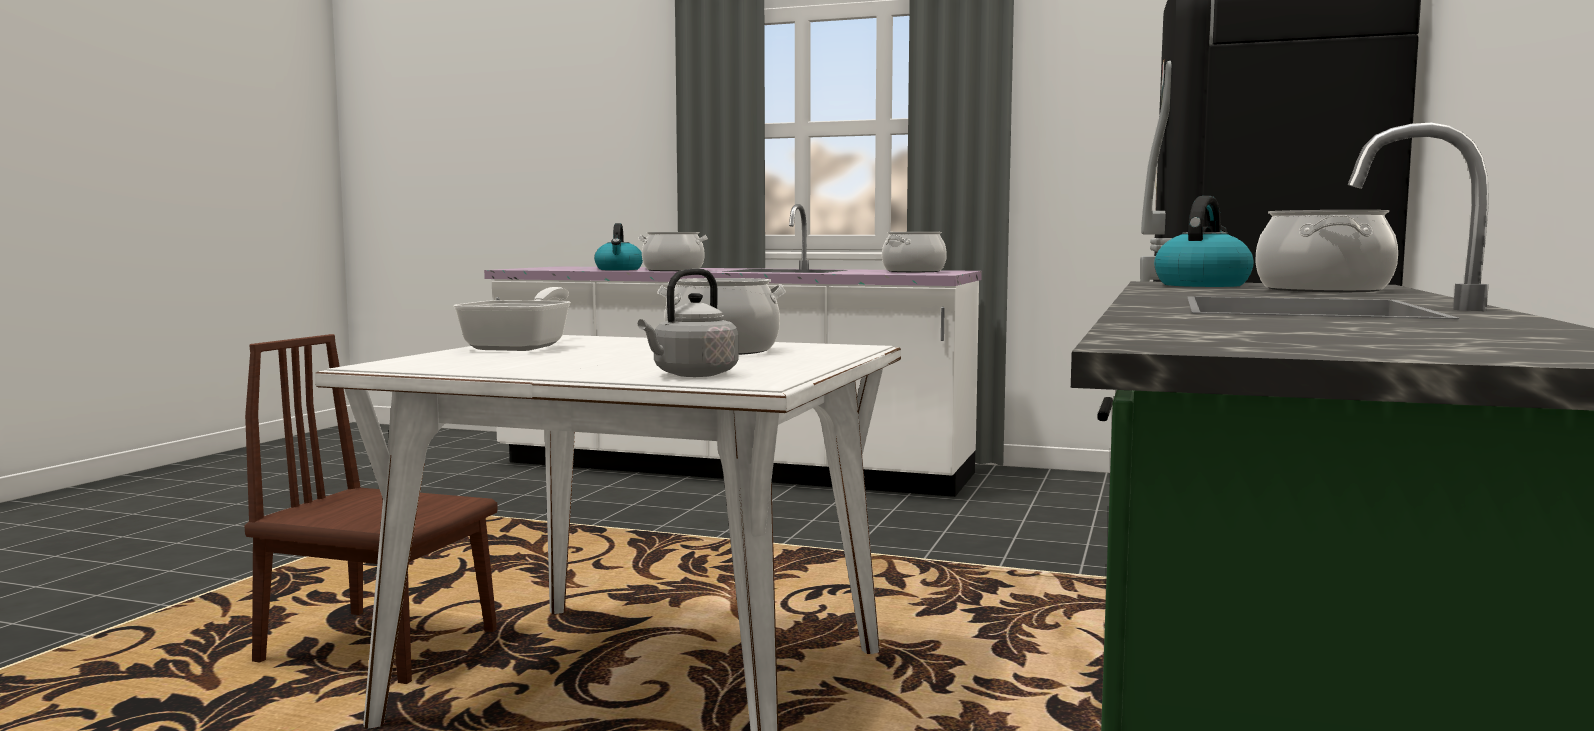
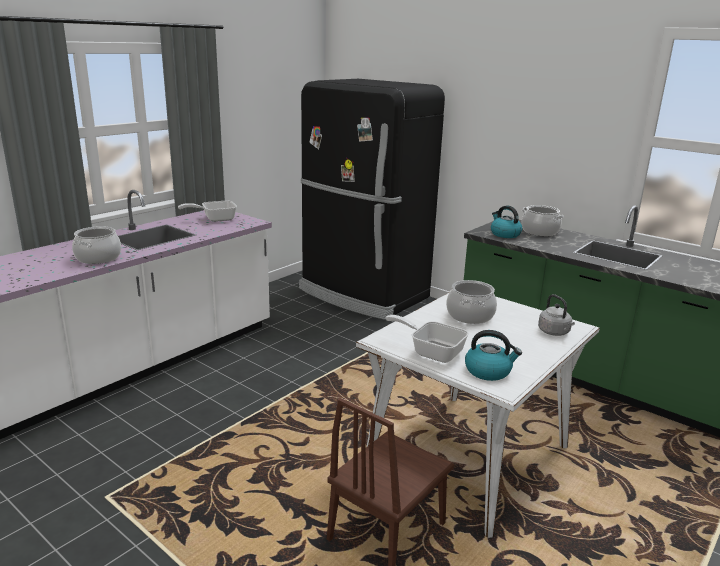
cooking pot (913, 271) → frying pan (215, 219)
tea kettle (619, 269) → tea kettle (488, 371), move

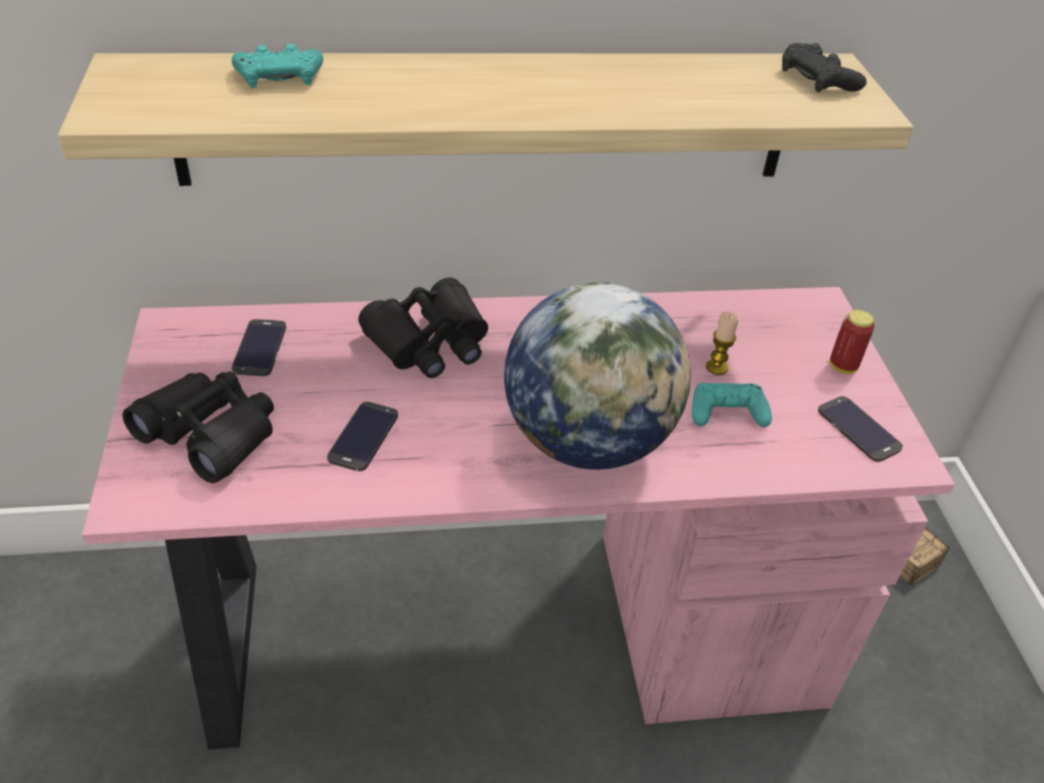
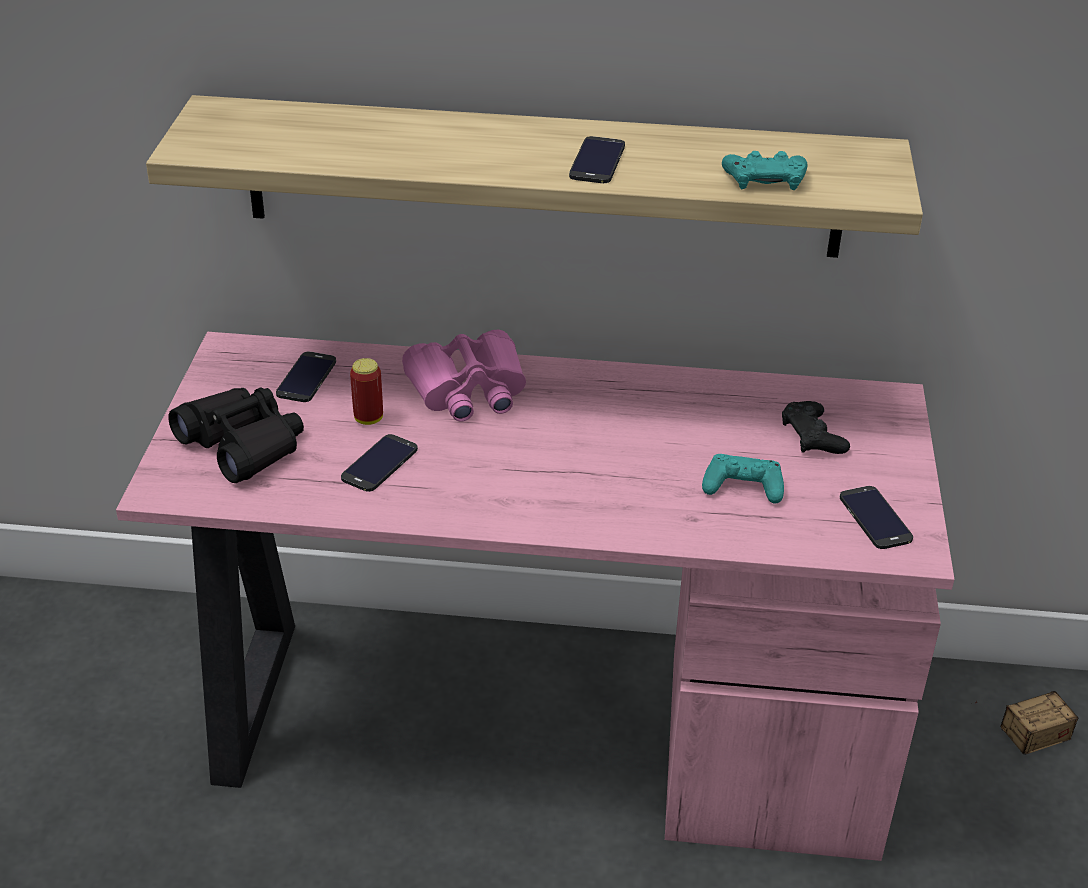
sealed can (842, 366) → sealed can (368, 418), move
pair of binoculars (black) (429, 342) → pair of binoculars (pink-coloured) (468, 390)
- → handset (597, 161)
joypad (turquoise) (279, 77) → joypad (turquoise) (765, 179), move
joypad (black) (818, 79) → joypad (black) (812, 436), move
desk globe (588, 441) → -
wax candle (716, 367) → -

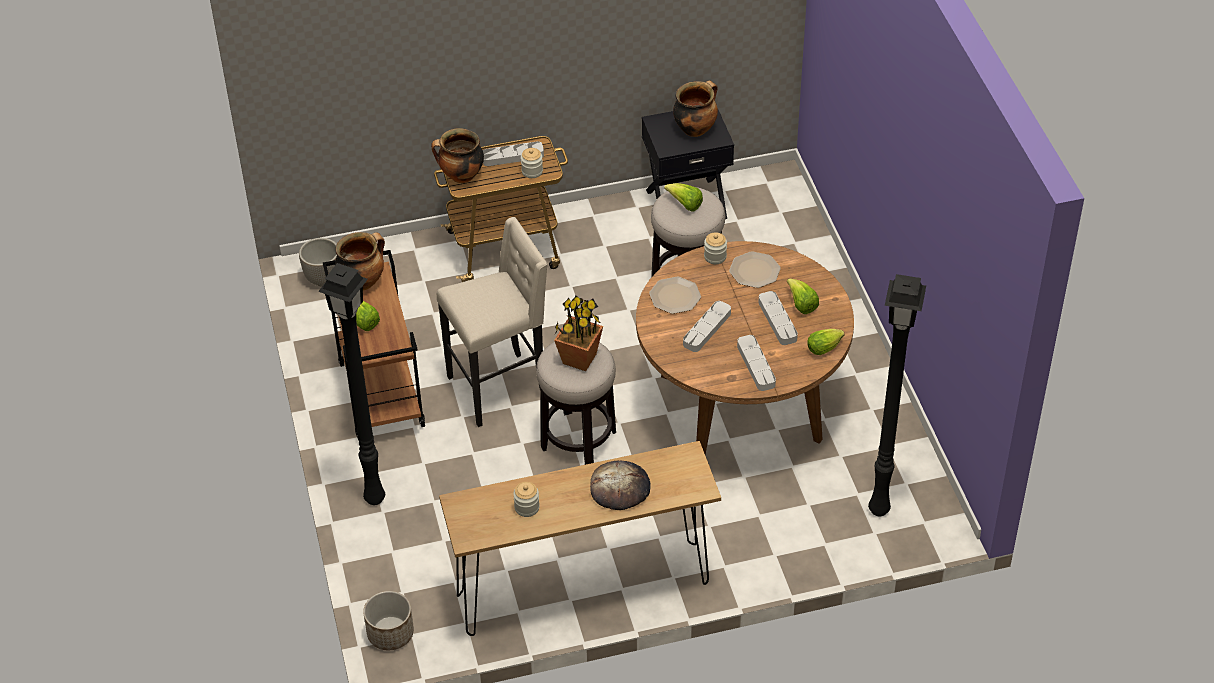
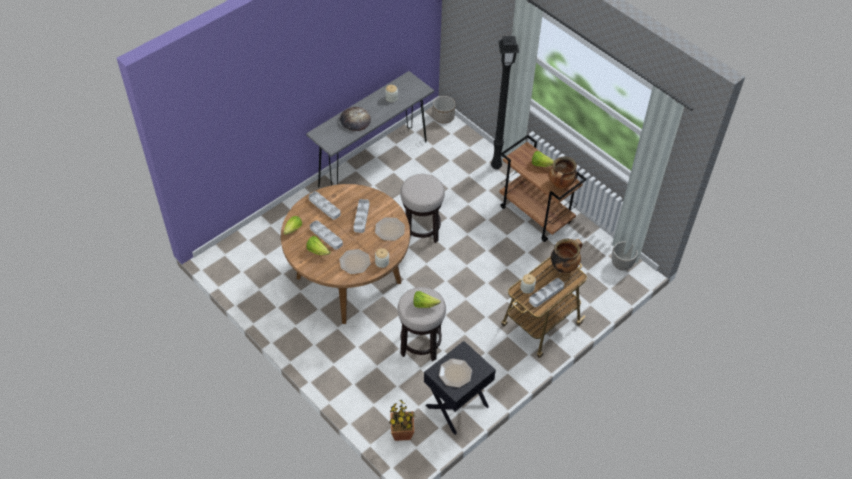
narrow table (brown-coloured) (583, 589) → narrow table (greyish) (373, 163)
potted plant (579, 359) → potted plant (402, 433), move
cooking pot (695, 129) → plate (455, 373)
stool (beige-coloured) (500, 387) → -
standing lamp (black) (880, 511) → -

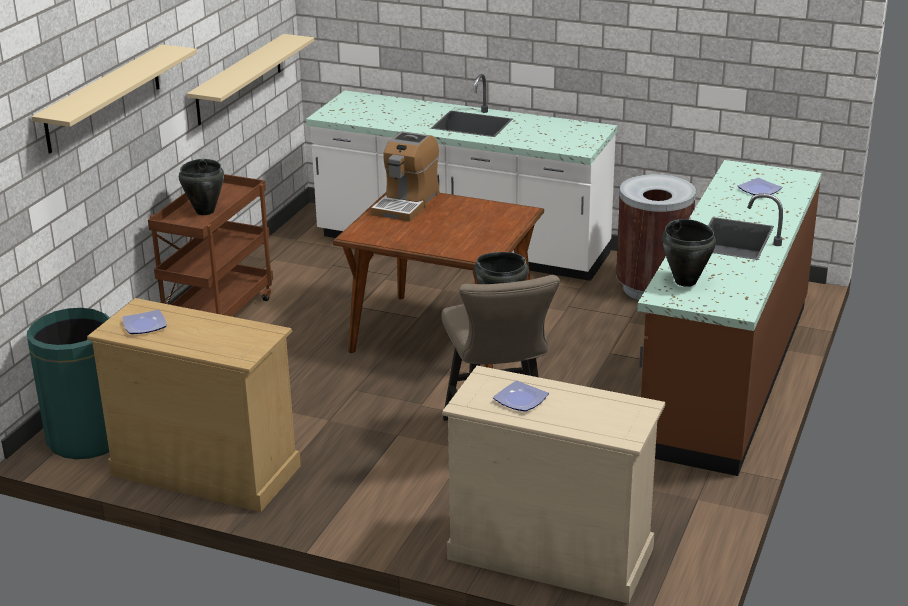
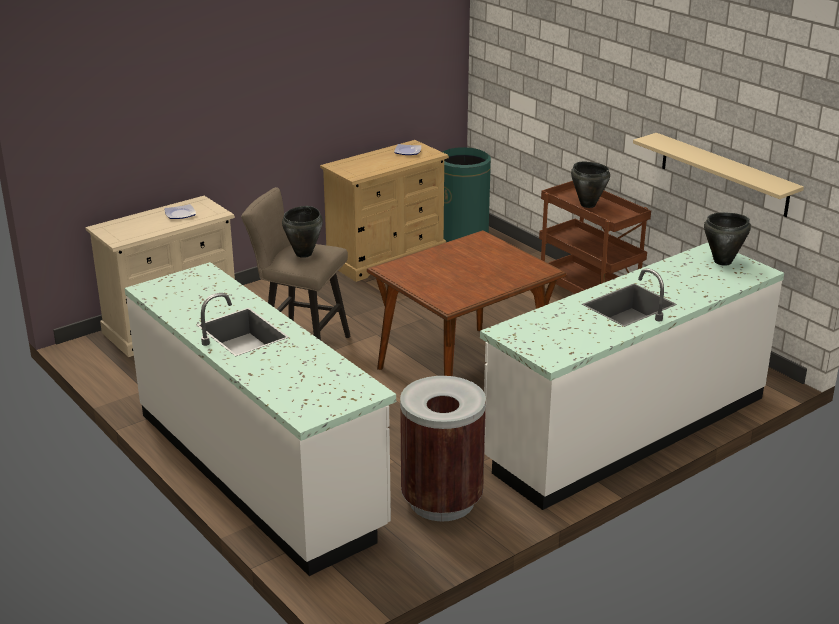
kitchen counter (brown-coloured) (725, 375) → kitchen counter (white-coloured) (260, 470)
cooking pot (black) (686, 281) → cooking pot (black) (723, 262), move
shelf (beige-coloured) (103, 98) → -
coffee machine (406, 203) → -
plate (760, 190) → -

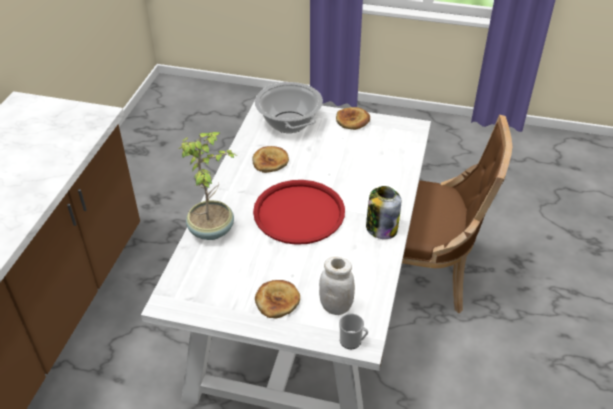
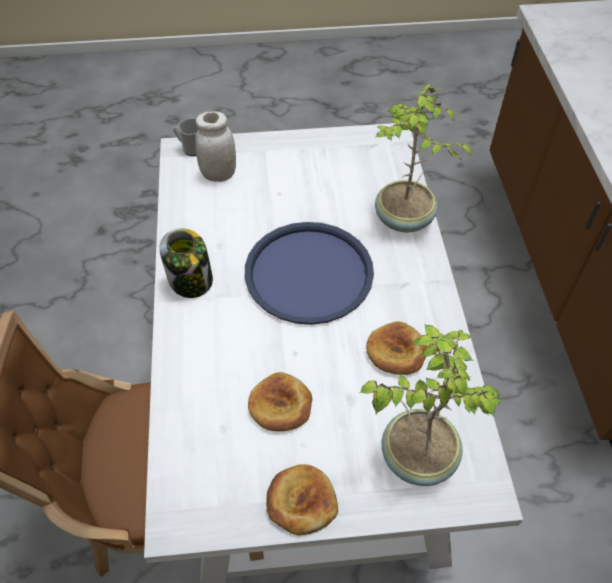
carrying tray (red) (299, 213) → carrying tray (blue) (309, 273)
baked bread (277, 300) → baked bread (280, 405), move
cooking pot (288, 122) → potted plant (417, 455)

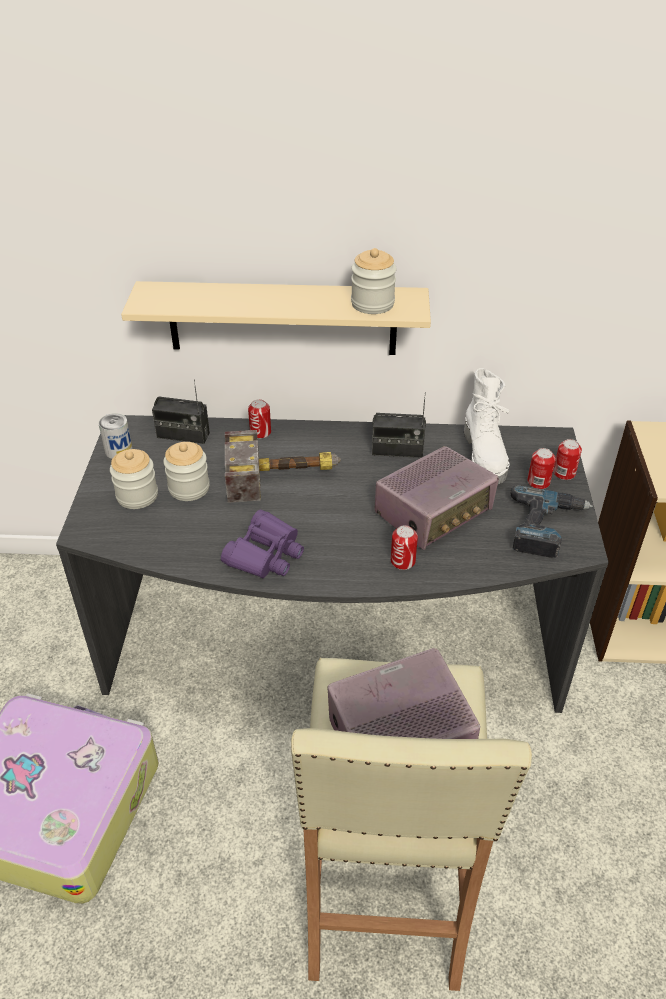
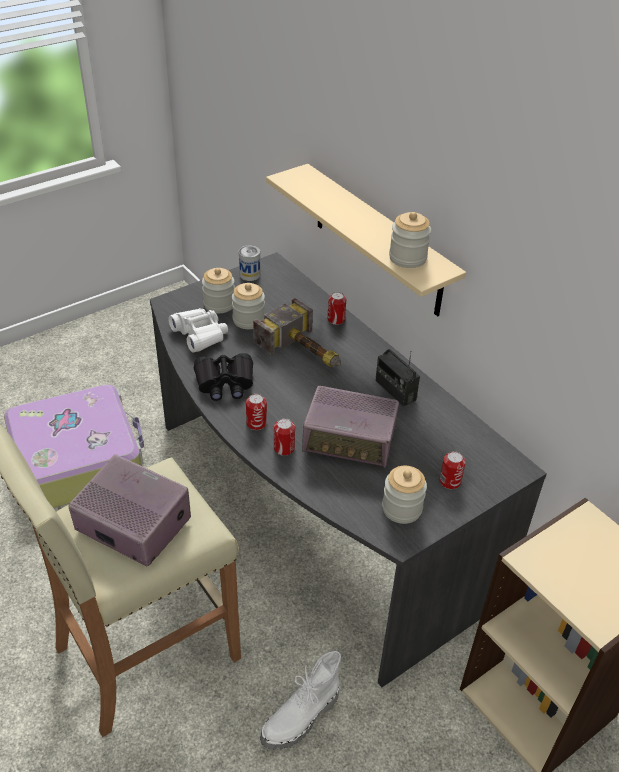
- → pair of binoculars (white-coloured) (200, 335)
pair of binoculars (purple) (265, 554) → pair of binoculars (black) (225, 383)
sealed can (564, 473) → sealed can (256, 423), move
high-top boot (white-coloured) (485, 456) → high-top boot (white-coloured) (301, 718), move
power drill (546, 527) → storage jar (402, 508)
radio set (183, 435) → -

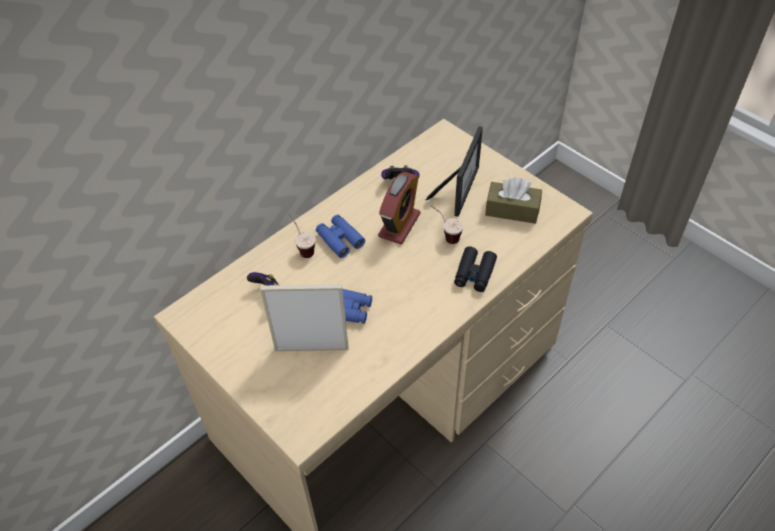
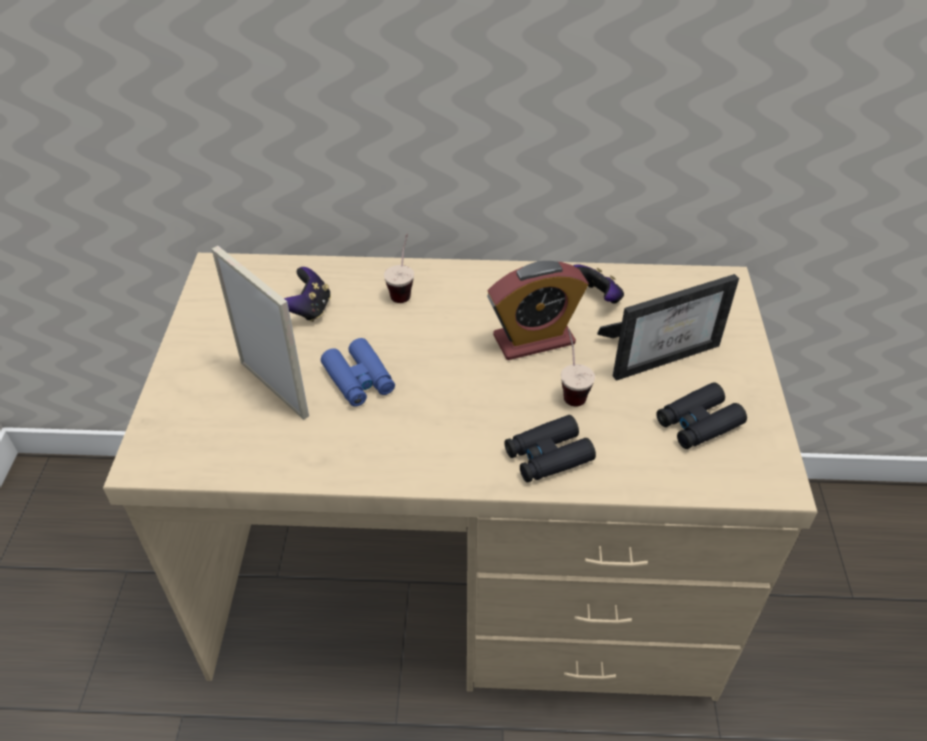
tissue box (brown-coloured) (512, 210) → pair of binoculars (black) (698, 423)
pair of binoculars (blue) (340, 239) → -

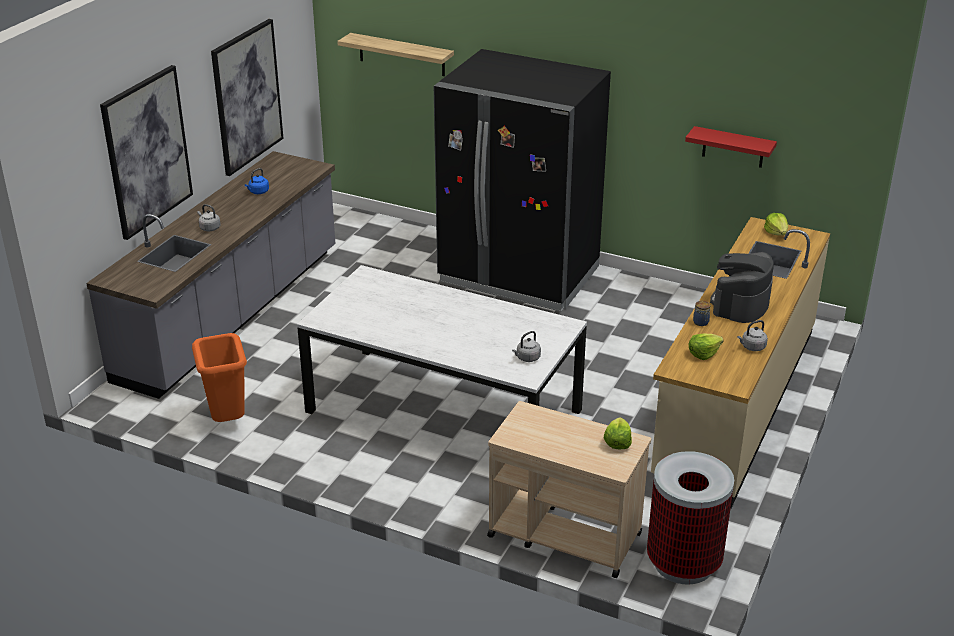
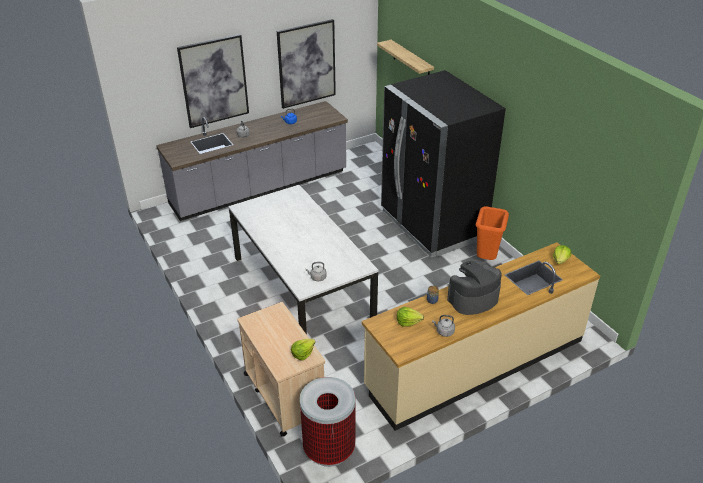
trash can (orangey) (228, 422) → trash can (orangey) (486, 259), move
shelf (red) (733, 147) → -

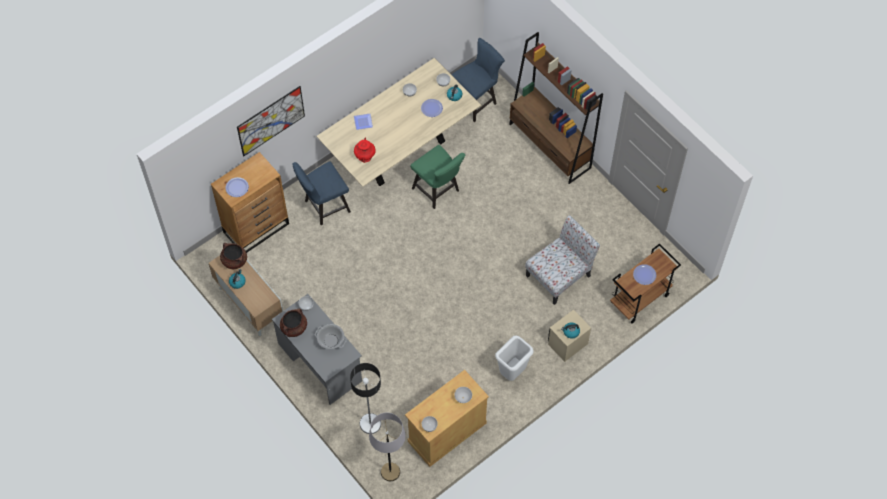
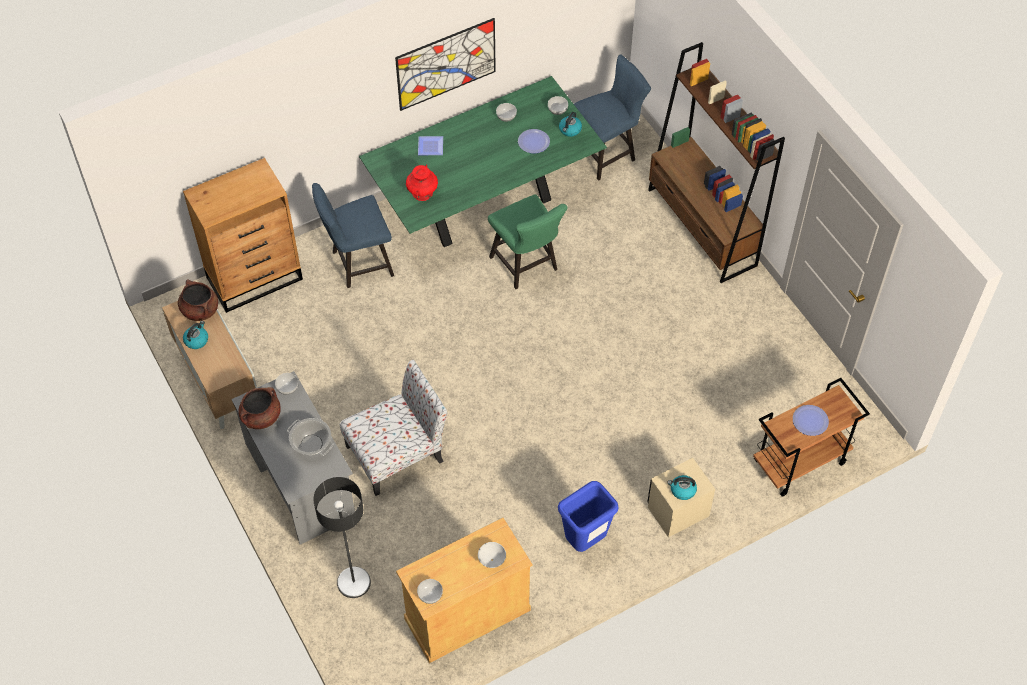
plain chair (559, 275) → plain chair (397, 453), move
dining table (beige-coloured) (400, 151) → dining table (green) (484, 205)
wall art (271, 121) → wall art (446, 64), move
trash can (white-coloured) (512, 373) → trash can (blue) (584, 541)
plate (237, 187) → -
standing lamp (greyish) (390, 472) → -

